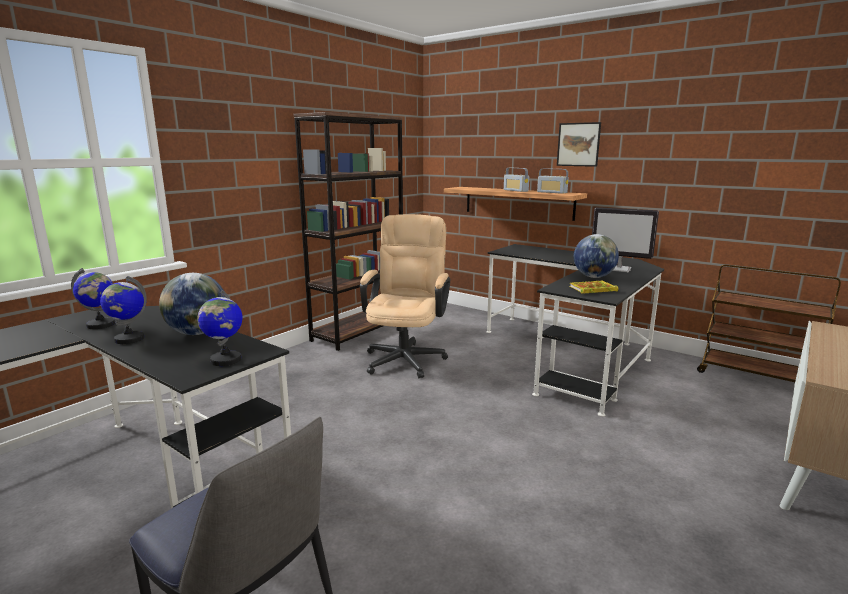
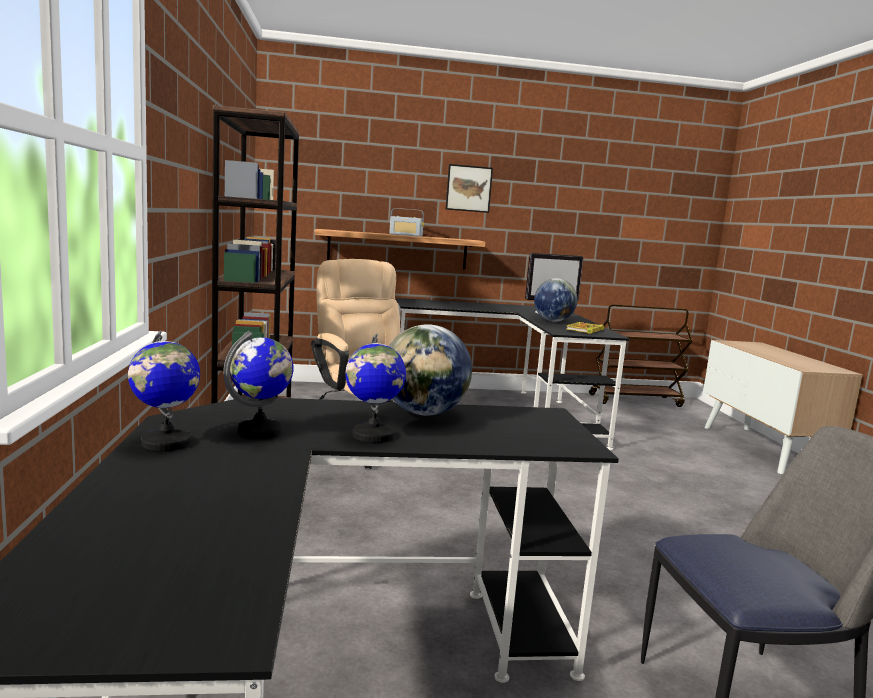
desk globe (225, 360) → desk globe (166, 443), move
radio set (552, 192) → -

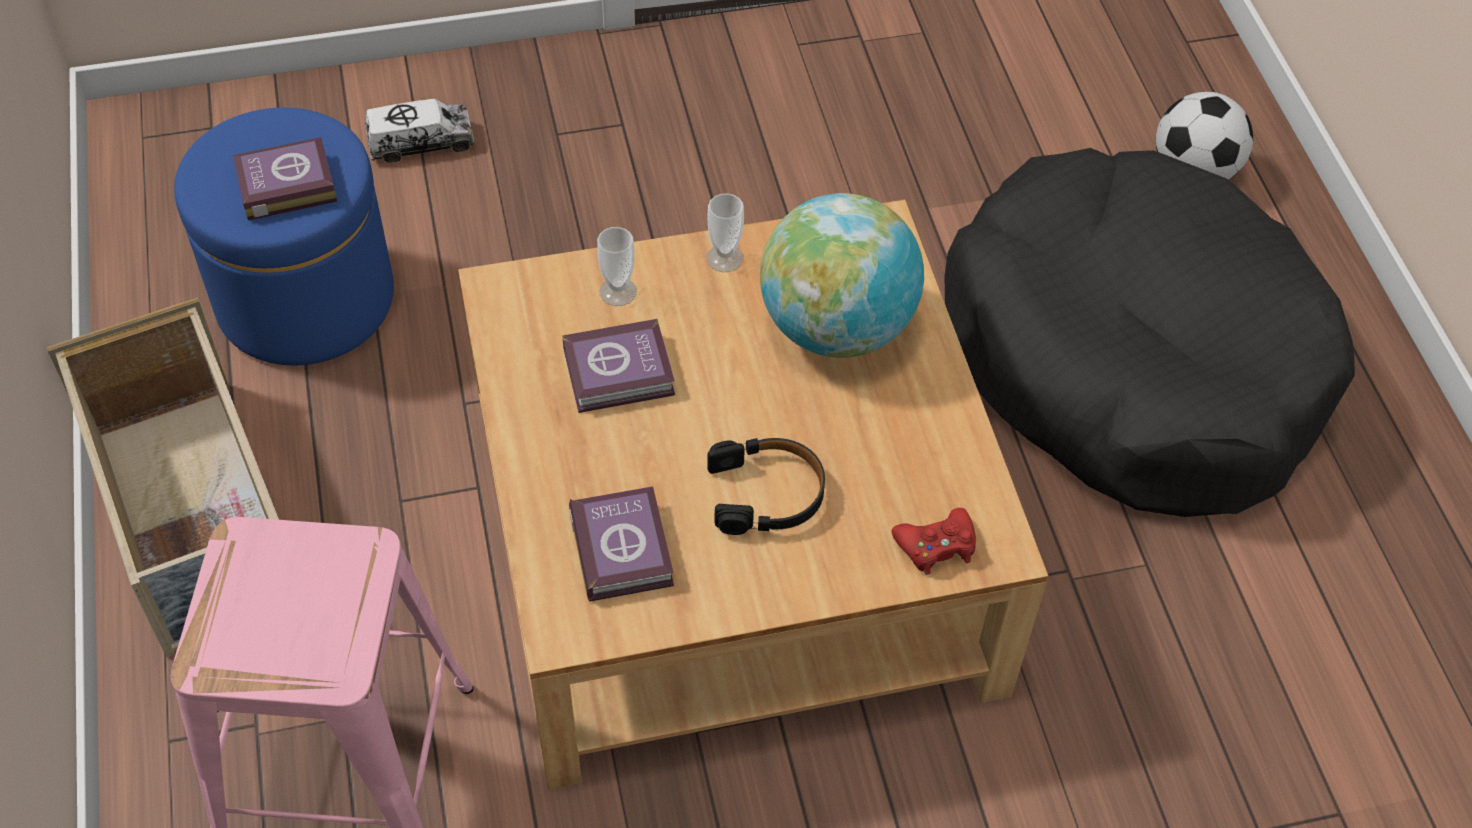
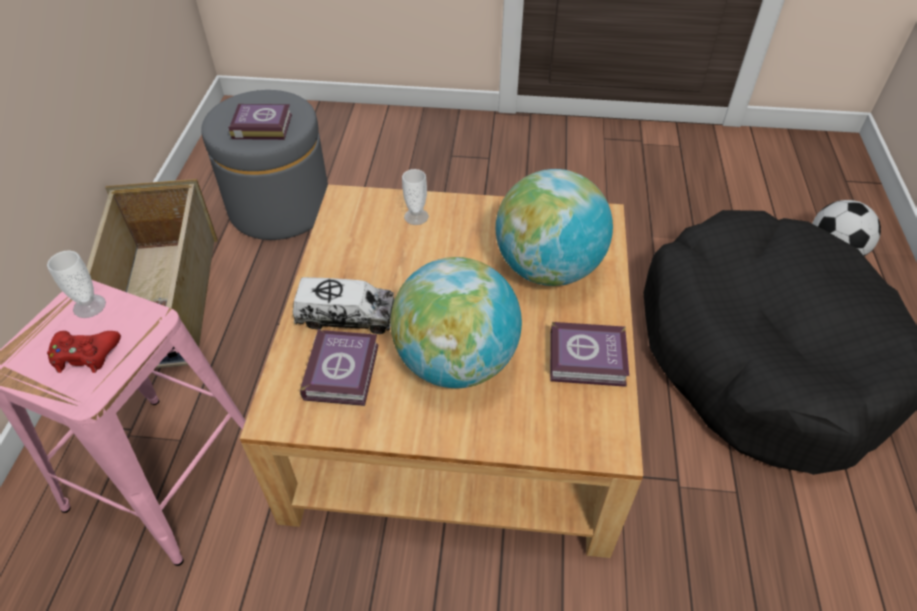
drinking cup (724, 258) → drinking cup (89, 306), move
joypad (red) (936, 546) → joypad (red) (85, 355), move
ottoman (blue) (305, 299) → ottoman (greyish) (280, 207)
toy truck (421, 142) → toy truck (346, 316), move
headphones (black) (767, 494) → desk globe (456, 361)
volume (622, 374) → volume (589, 360), move

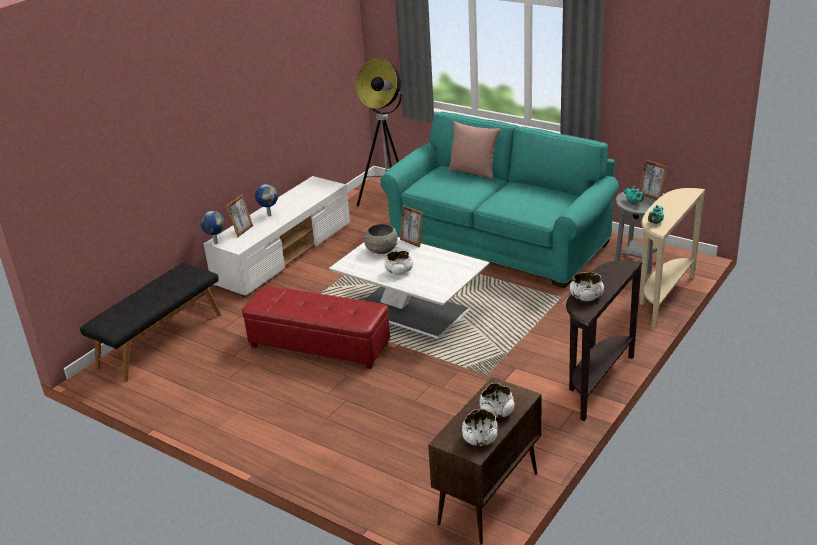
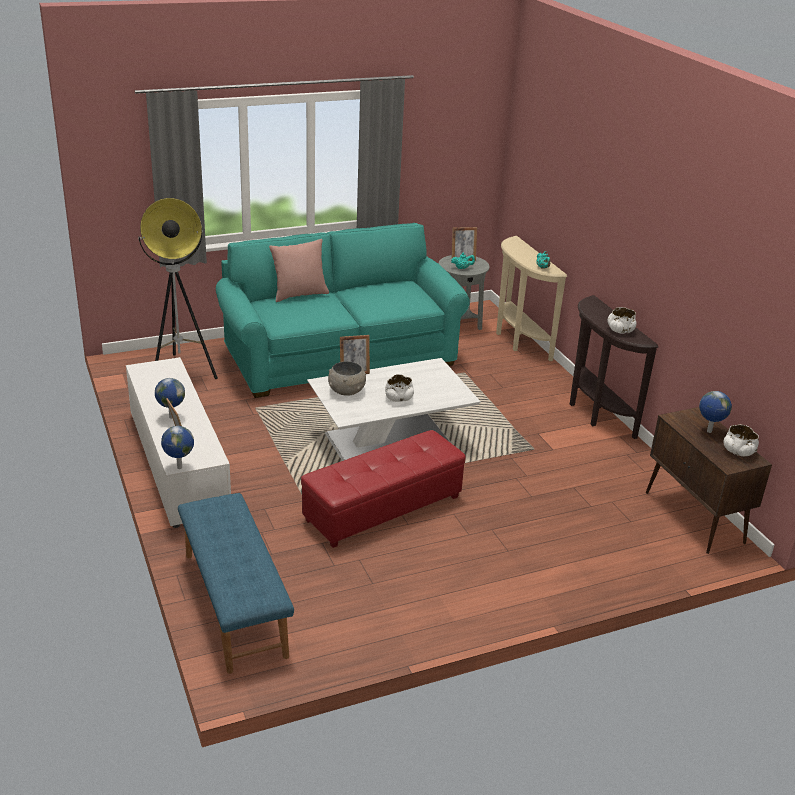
bench (black) (160, 340) → bench (blue) (233, 603)
bowl (white-coloured) (496, 412) → desk globe (709, 431)

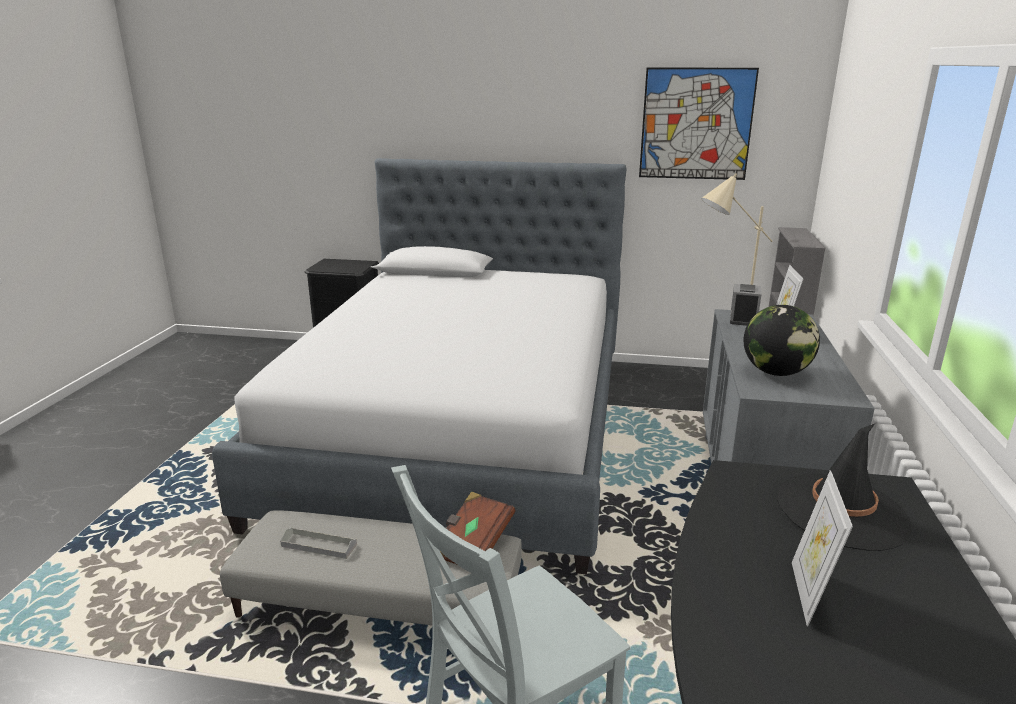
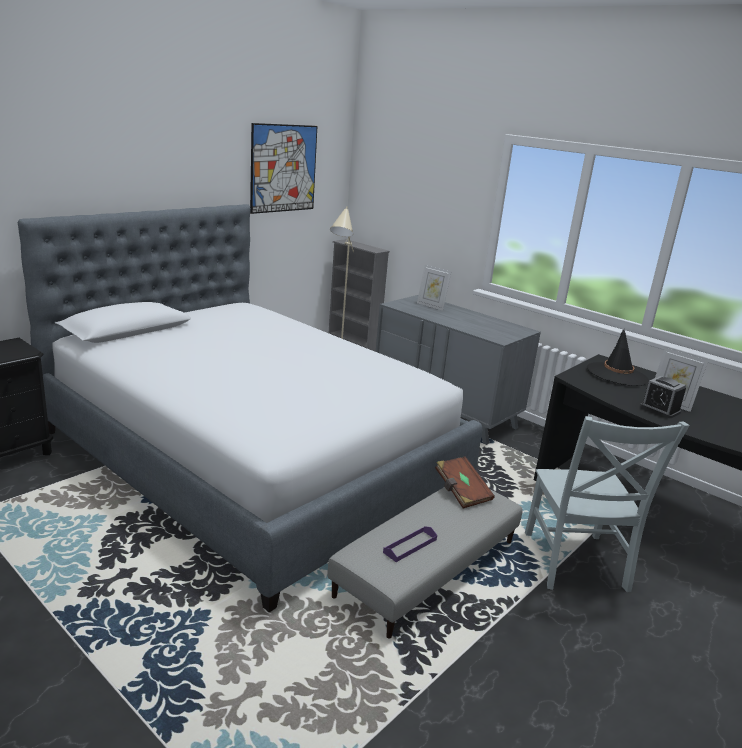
carrying tray (greyish) (319, 545) → carrying tray (purple) (410, 546)
bedside clock (743, 319) → bedside clock (660, 409), move
desk globe (775, 372) → -

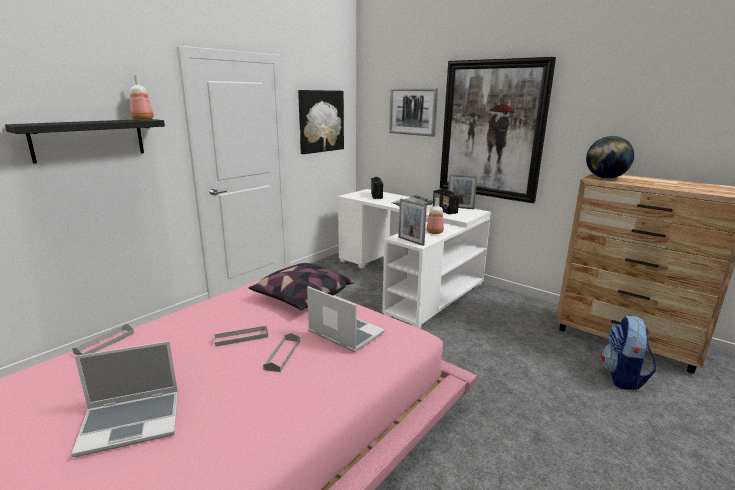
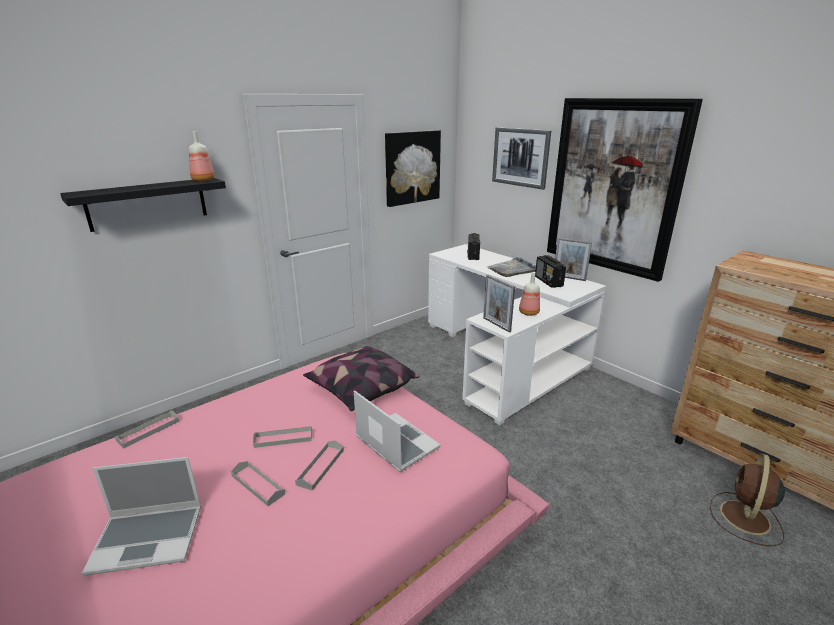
- → carrying tray (greyish) (257, 485)
knapsack (623, 377) → electric fan (brown-coloured) (744, 518)
desk globe (605, 178) → -

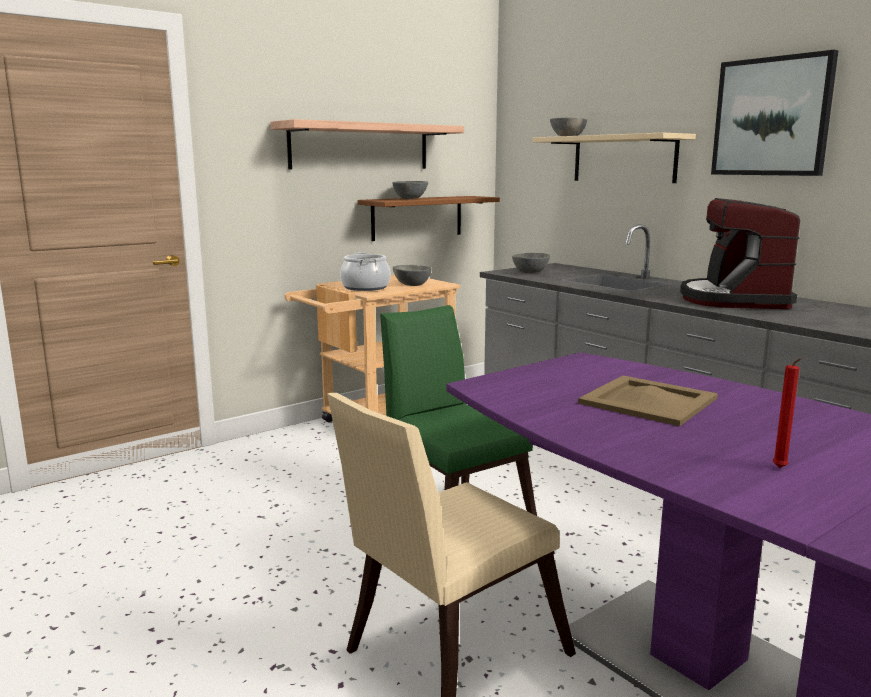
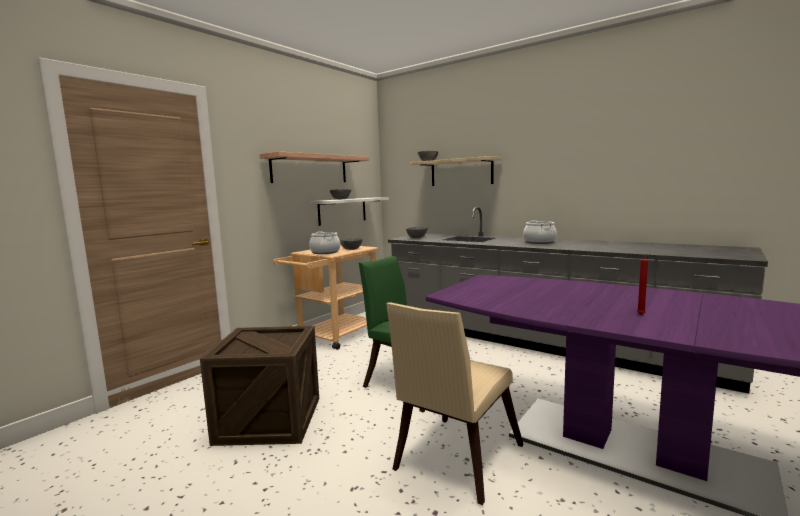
- → crate (269, 420)
shelf (brown-coloured) (417, 217) → shelf (white-coloured) (342, 211)
coffee machine (734, 300) → cooking pot (539, 242)
carrying tray (beige-coloured) (649, 400) → -
wall art (772, 117) → -

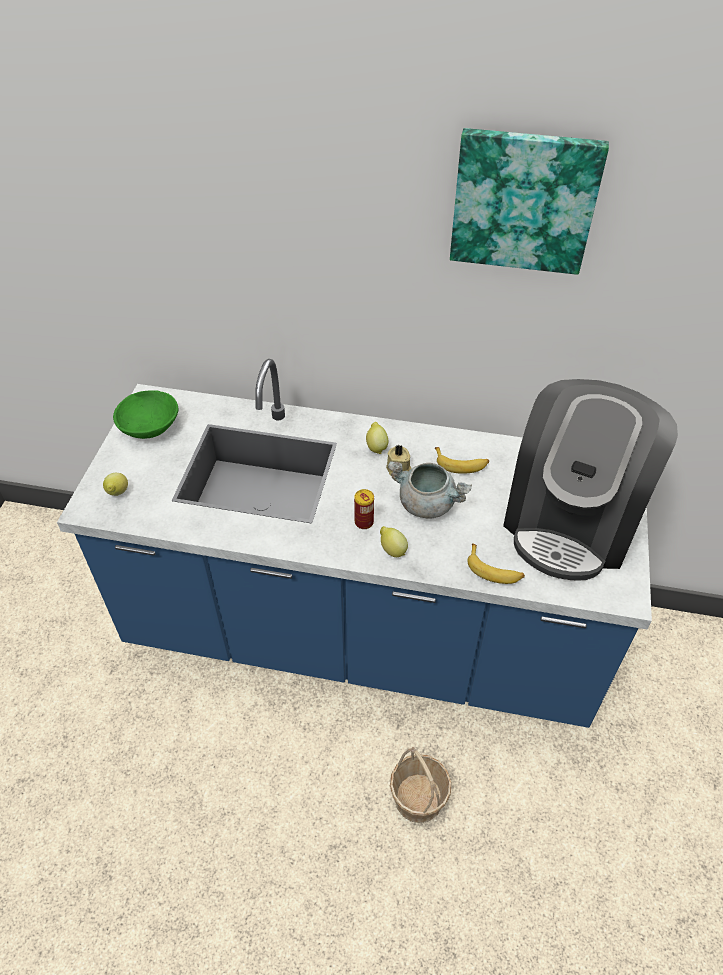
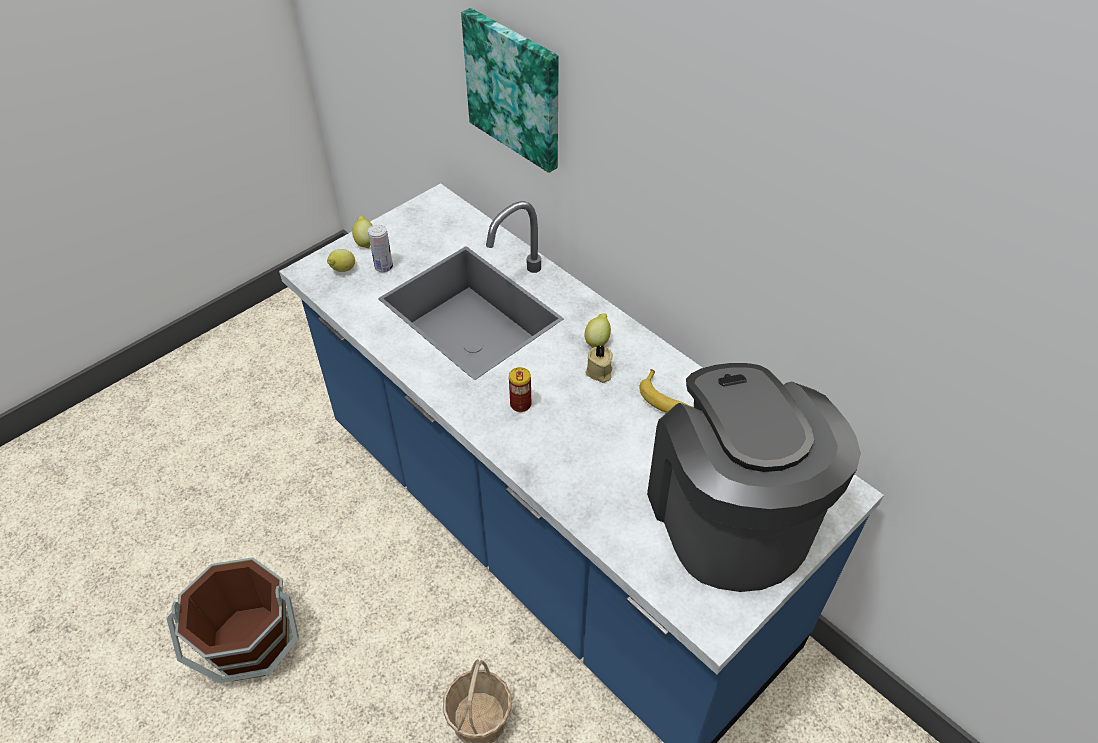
- → pail (brown-coloured) (250, 643)
lemon (392, 550) → lemon (365, 242), move
- → sealed can (384, 267)
wall art (524, 201) → wall art (515, 89), move
coffee machine (571, 520) → coffee machine (729, 517), 105 degrees clockwise
bowl (green) (151, 427) → -
cooking pot (greyish) (427, 504) → -
banana (494, 570) → -

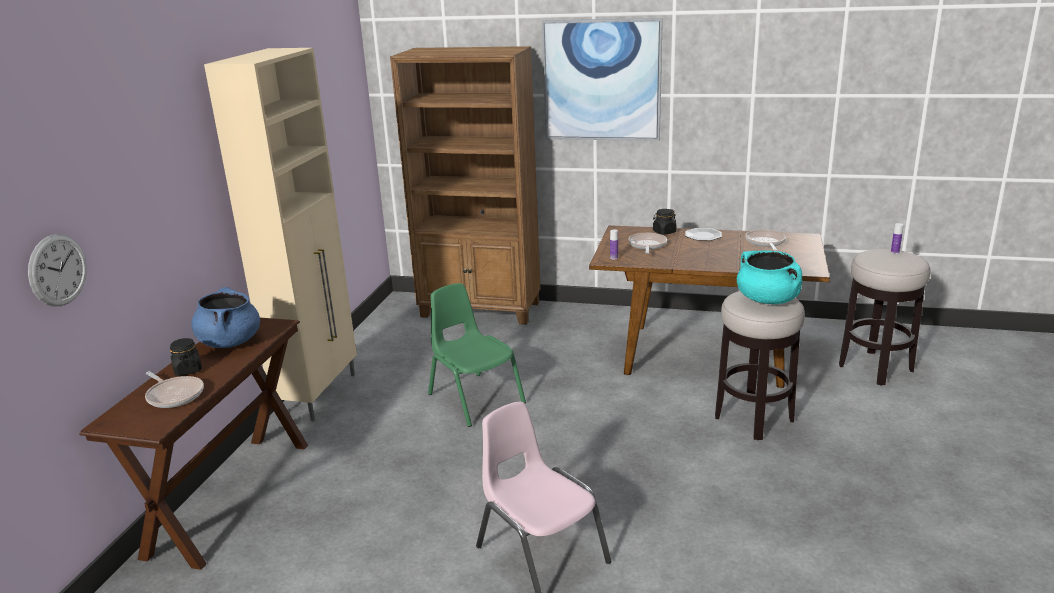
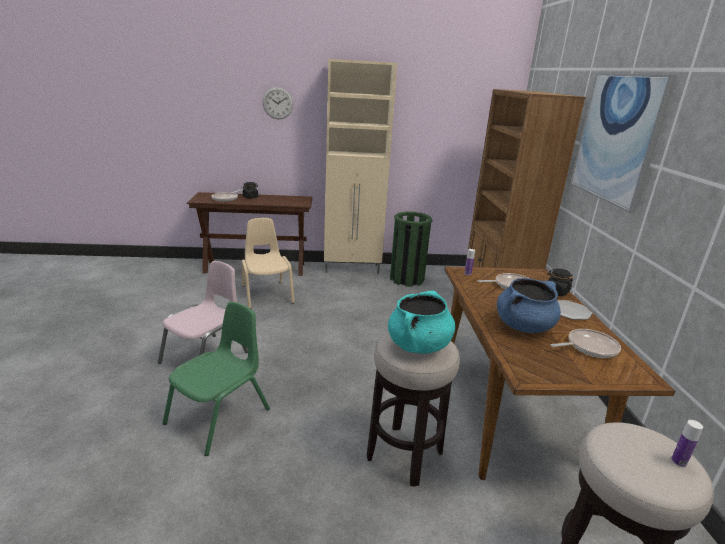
plain chair (green) (475, 398) → plain chair (green) (219, 416), move
- → plain chair (beige-coloured) (267, 294)
hanging clock (58, 270) → hanging clock (278, 103), move
- → trash can (green) (406, 279)
cooking pot (blue) (230, 342) → cooking pot (blue) (524, 326), move

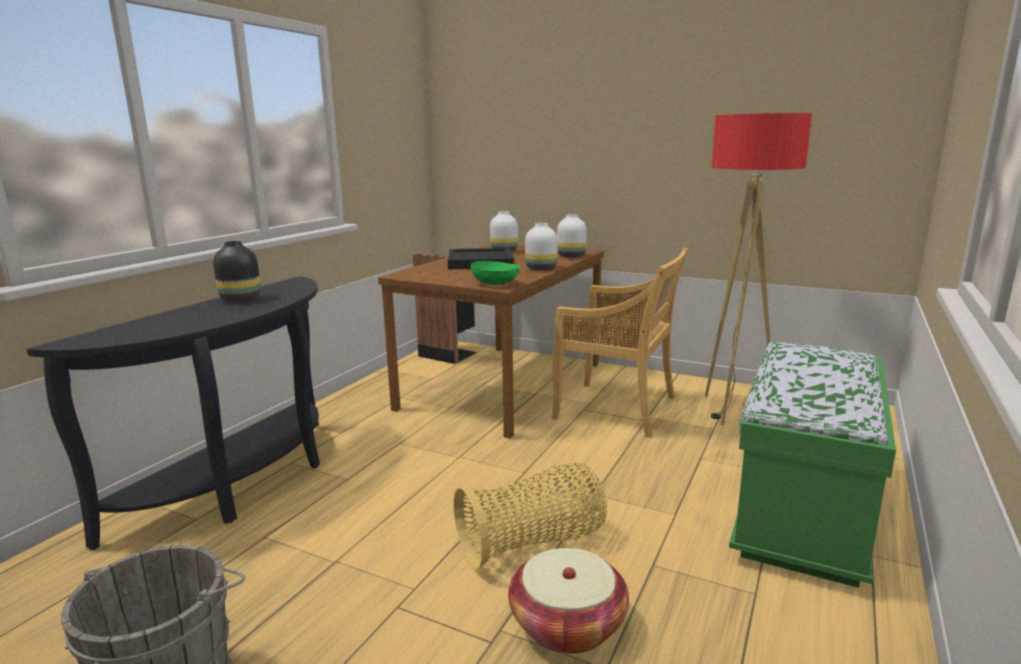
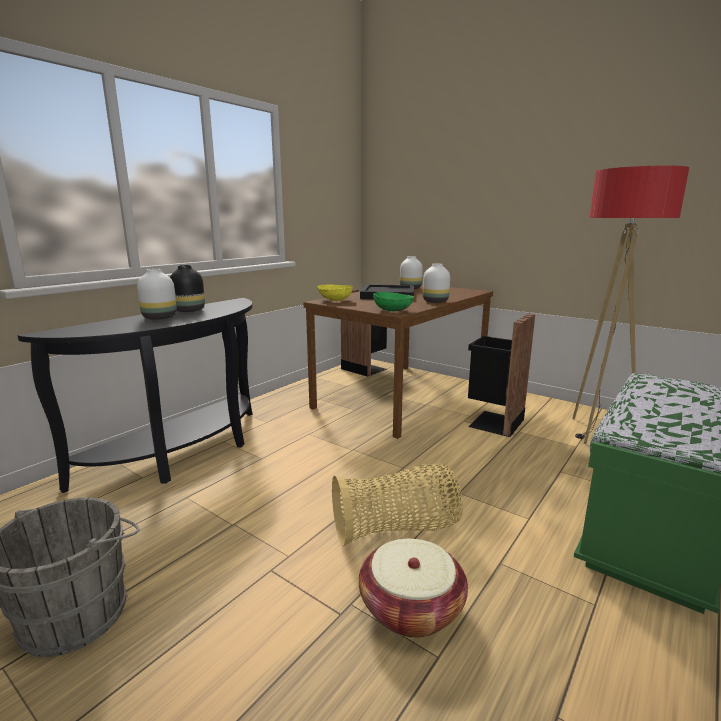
decorative vase (white-coloured) (572, 256) → decorative vase (white-coloured) (160, 318), move
- → bowl (yellowish) (334, 300)
plain chair (beige-coloured) (618, 409) → trash can (black) (493, 422)

